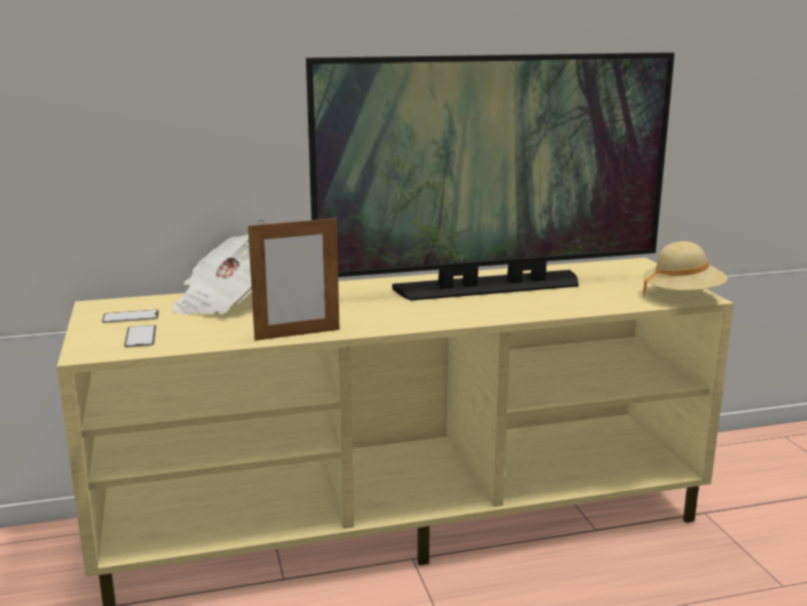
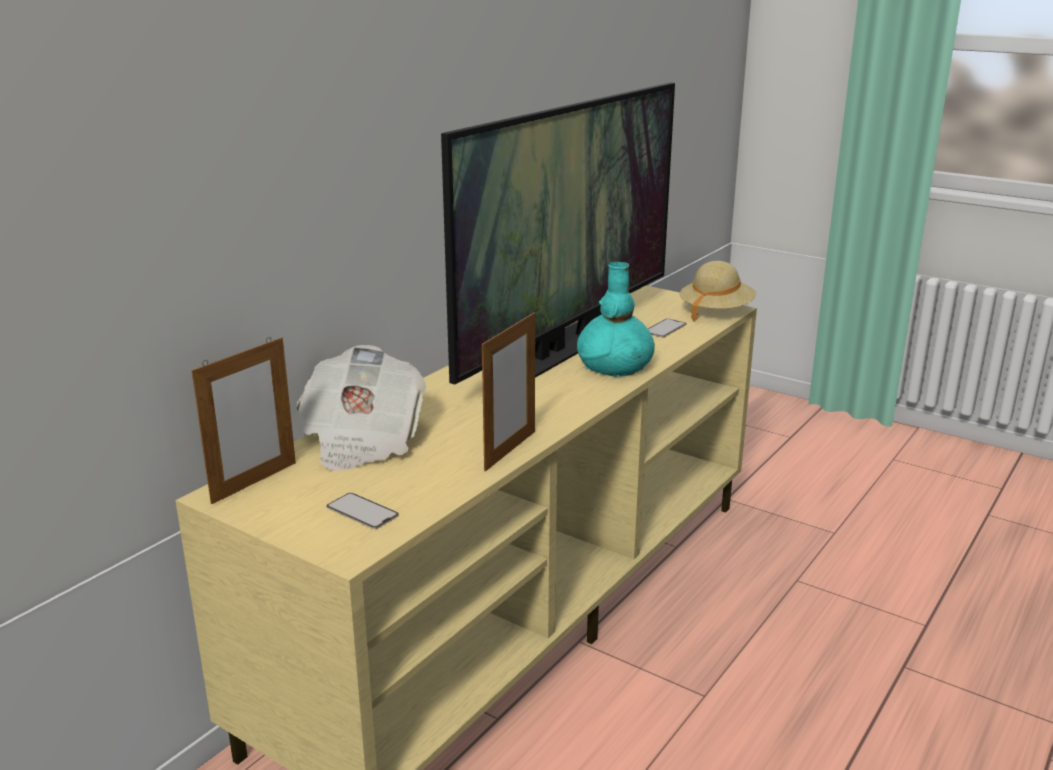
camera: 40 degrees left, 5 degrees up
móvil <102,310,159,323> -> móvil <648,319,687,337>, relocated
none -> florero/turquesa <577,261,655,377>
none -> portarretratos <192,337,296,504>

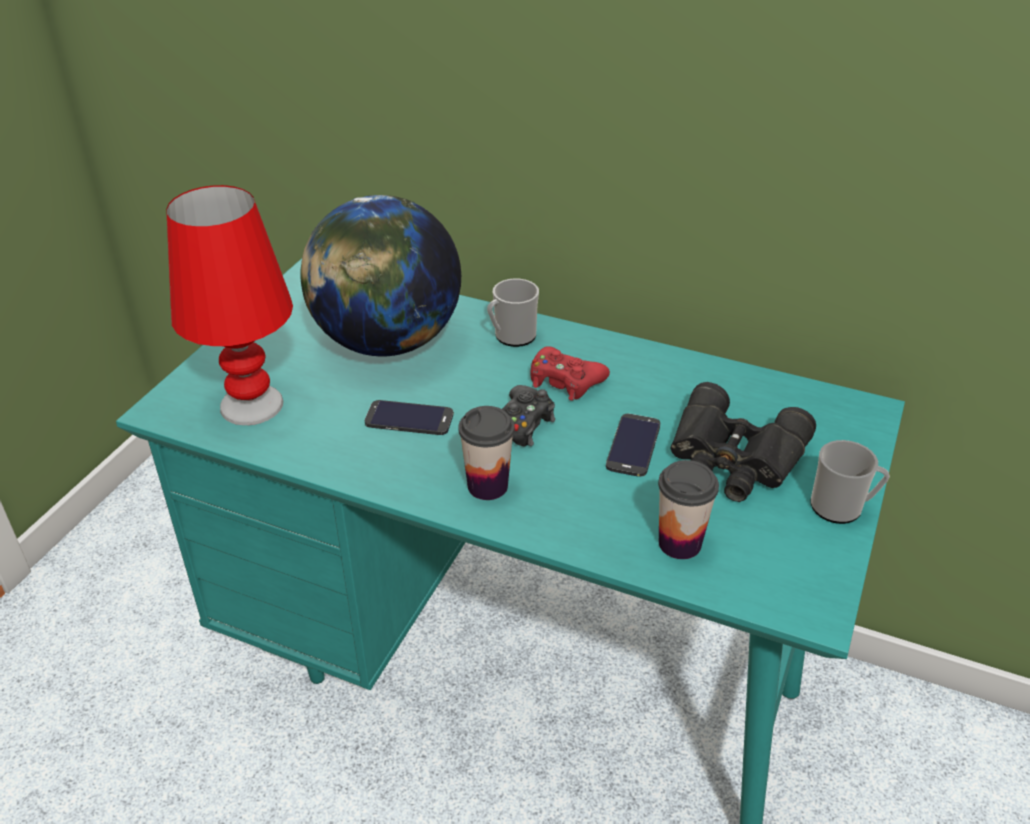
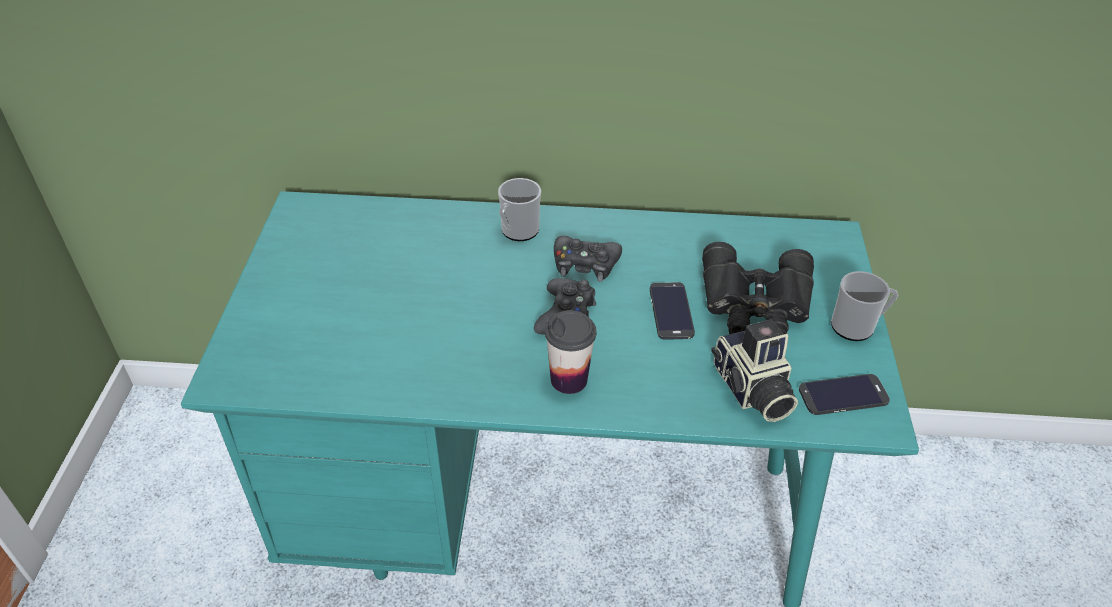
camera: 20 degrees left, 5 degrees up
lámpara de mesa/rojo <166,185,293,425> -> none
globo terráqueo <300,195,461,356> -> none
mando de consola/rojo <530,346,610,401> -> mando de consola/negro <554,236,622,282>
móvil <365,400,454,435> -> móvil <799,374,890,415>, relocated
taza <658,460,719,559> -> cámara <711,319,798,422>

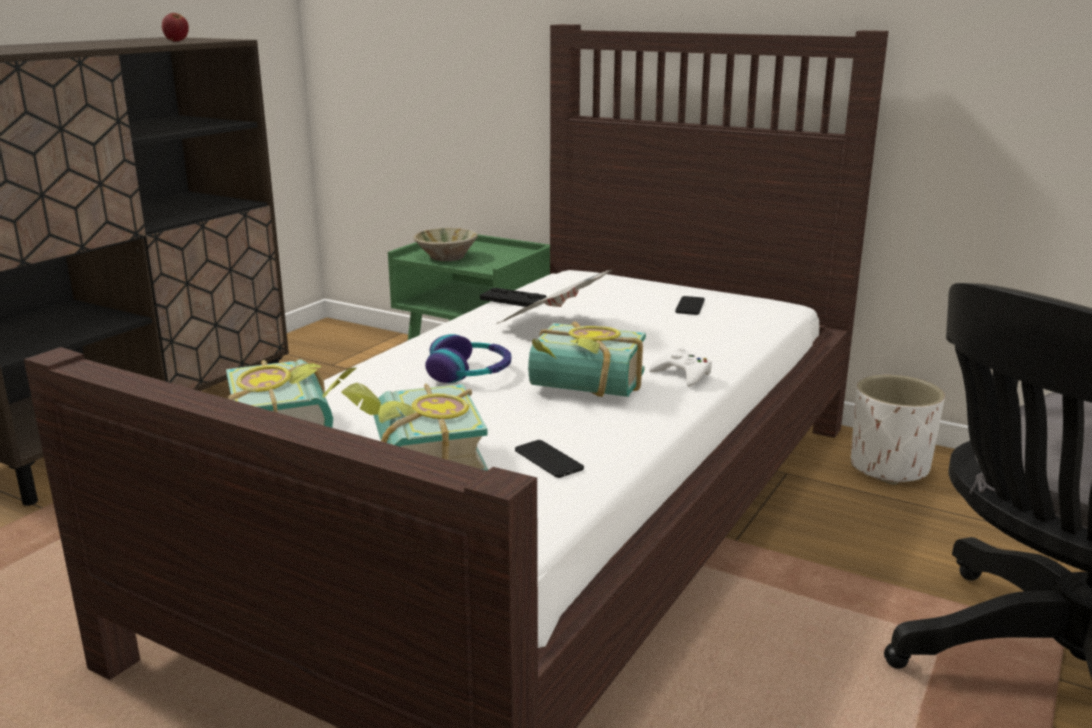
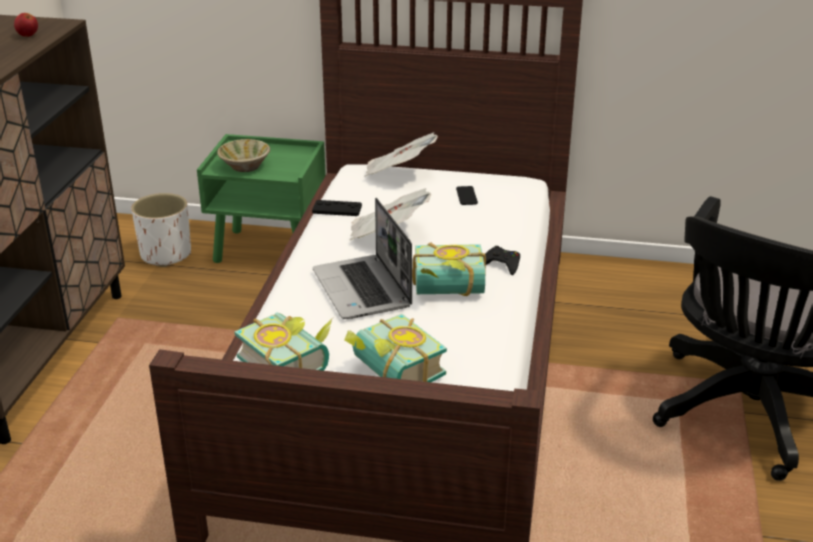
camera: 20 degrees left, 10 degrees up
auriculares <425,334,512,383> -> portátil <313,198,412,319>
mando de consola/blanco <649,348,712,387> -> mando de consola/negro <485,246,520,275>
maceta/blanco <851,375,945,485> -> maceta/blanco <131,193,191,267>, relocated
móvil <515,440,584,478> -> none
none -> periódico <364,133,438,177>

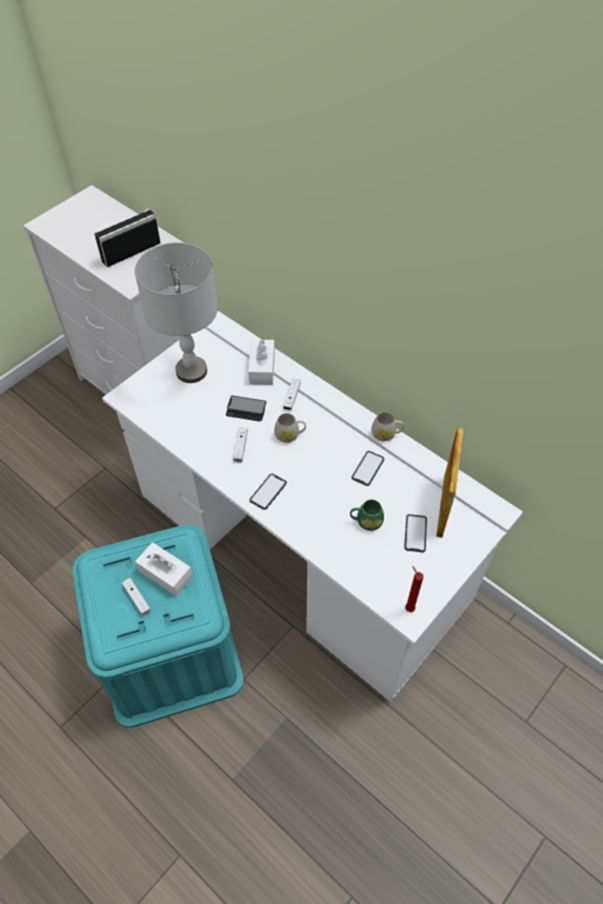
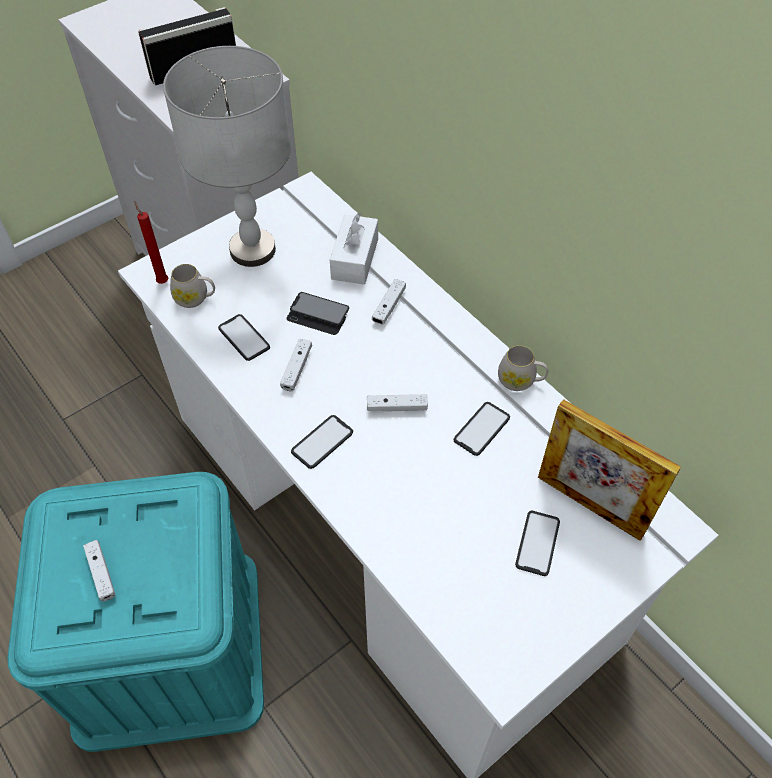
camera: 10 degrees right, 0 degrees up
taza grande/blanco <274,413,306,443> -> taza grande/blanco <170,264,215,308>, relocated
portarretratos <436,427,464,538> -> portarretratos <538,399,681,541>, 105 degrees clockwise
taza grande/verde <350,499,384,531> -> none
caja de pañuelos/blanco <135,542,193,596> -> none
vela/rojo <405,566,423,612> -> vela/rojo <134,201,168,284>, relocated
none -> móvil <218,314,270,361>
none -> mando de consola/blanco <367,394,428,412>

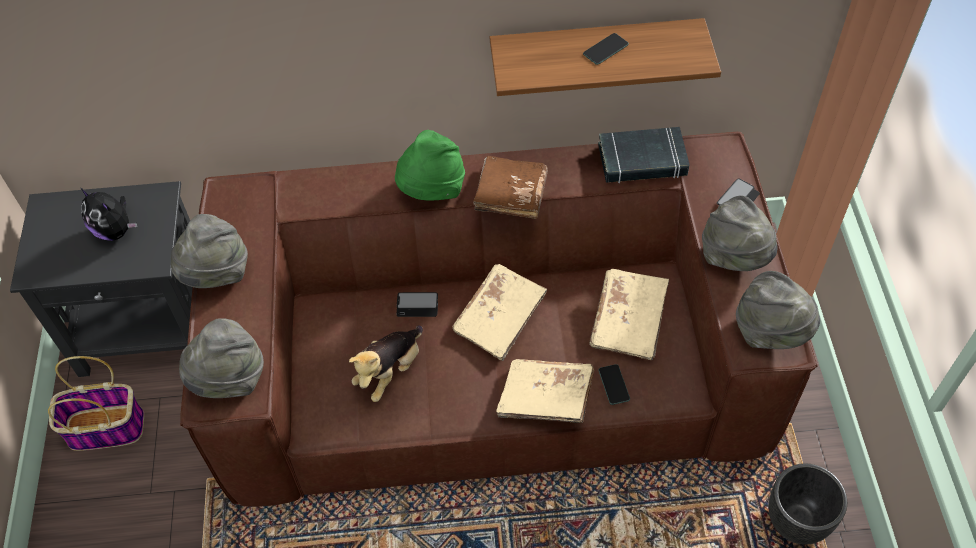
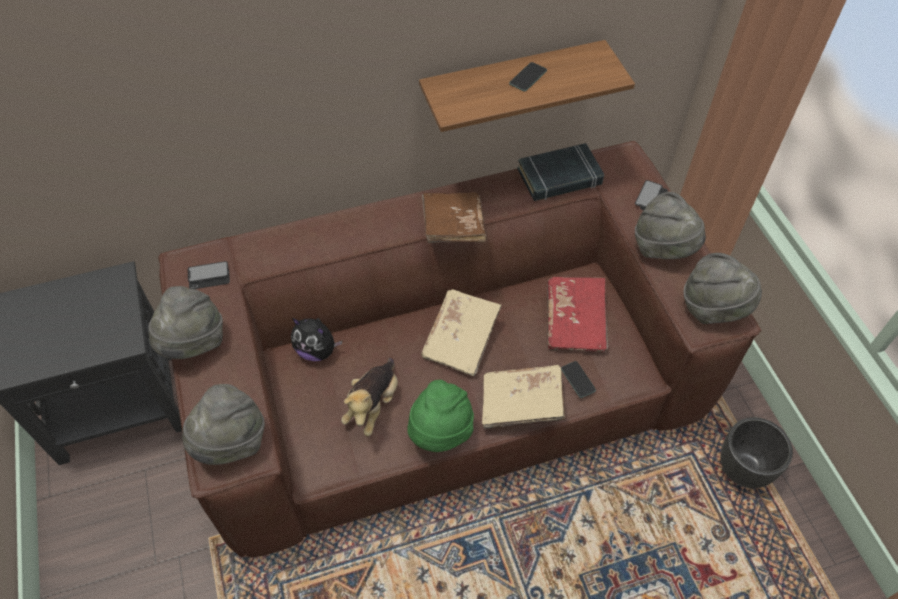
camera: 15 degrees left, 0 degrees up
sombrero/verde <395,130,465,200> -> sombrero/verde <407,380,474,452>, relocated
peluche <79,187,138,241> -> peluche <291,318,342,361>, relocated
libro/beis <589,269,669,360> -> libro/rojo <547,277,608,352>
móvil <397,292,438,317> -> móvil <188,261,230,289>, relocated
cesta <48,356,144,451> -> none

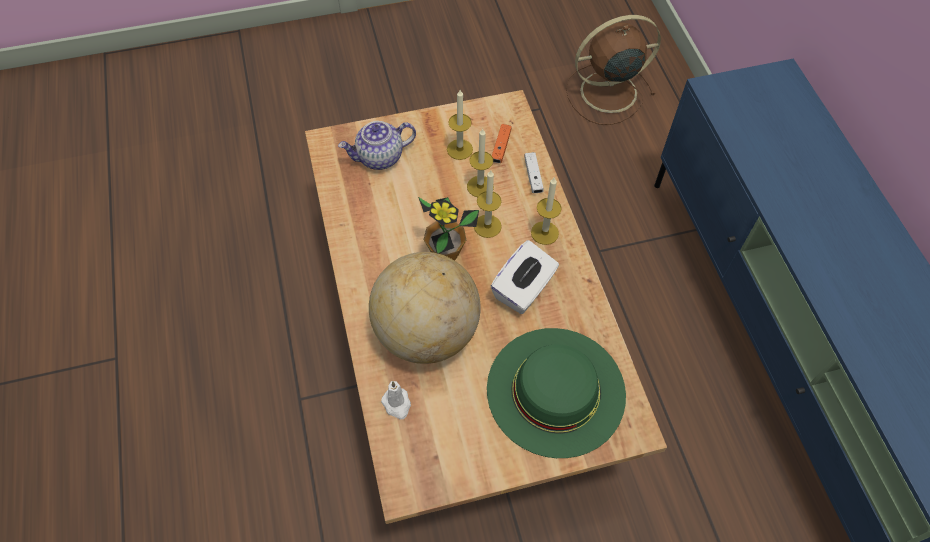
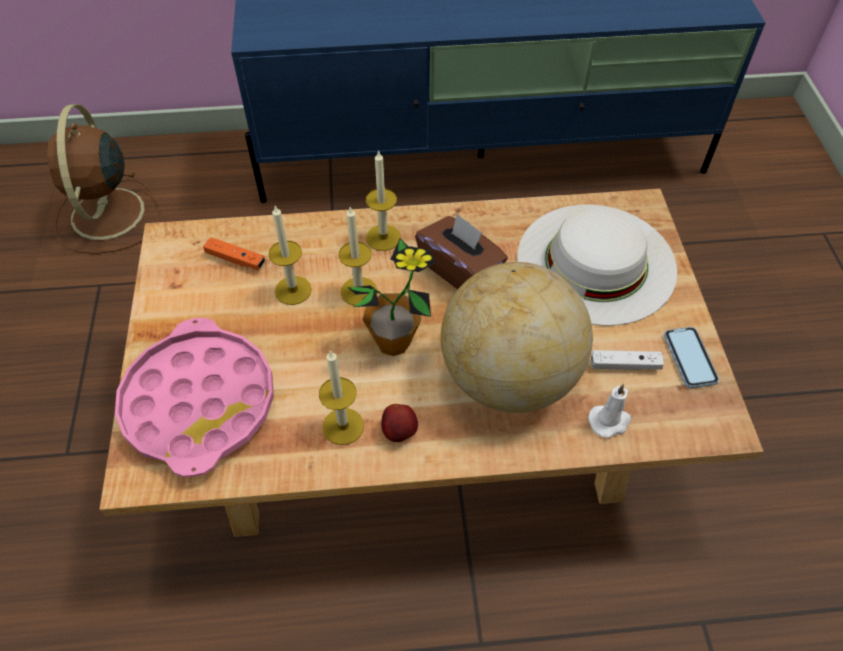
camera: 80 degrees left, 5 degrees down
vela <447,90,473,160> -> vela <319,350,364,445>, relocated
tetera <338,121,416,170> -> bandeja/rosa <115,318,274,477>
mando de consola/blanco <524,152,544,193> -> mando de consola/blanco <591,350,664,370>, relocated
caja de pañuelos/blanco <491,240,559,314> -> caja de pañuelos/marrón <415,213,508,289>
sombrero/verde <487,328,626,458> -> sombrero/blanco <517,205,677,326>
none -> móvil <664,327,719,388>
none -> manzana <381,404,418,442>

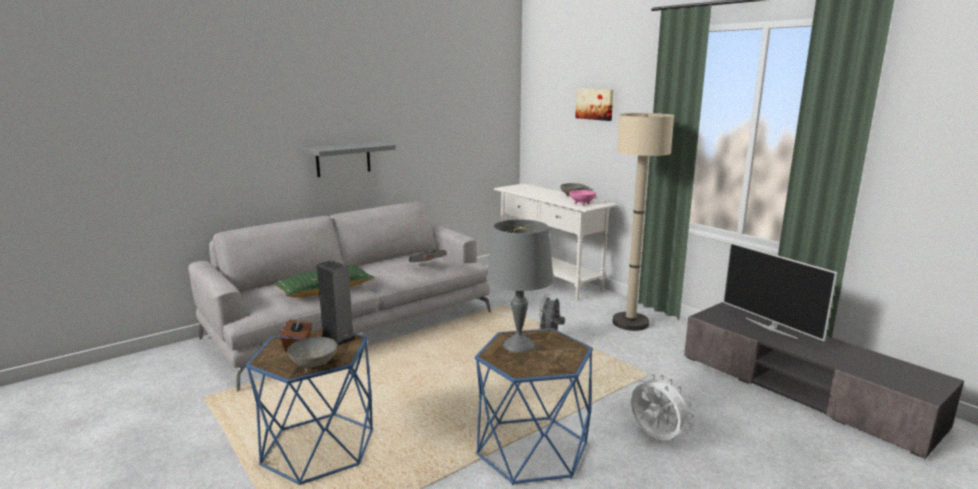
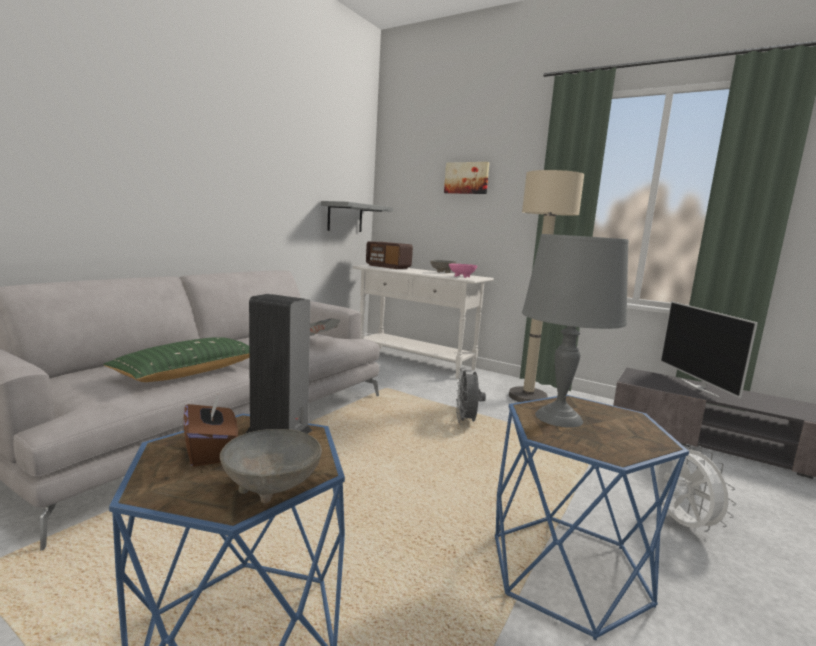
camera: 20 degrees left, 5 degrees down
estante/gris <304,142,396,177> -> estante/gris <321,201,393,232>, relocated
televisor <723,242,837,341> -> televisor <660,301,758,398>, 45 degrees clockwise
ventilador/blanco <631,374,694,440> -> ventilador/blanco <655,444,737,532>, 45 degrees clockwise
none -> radio <366,241,413,269>

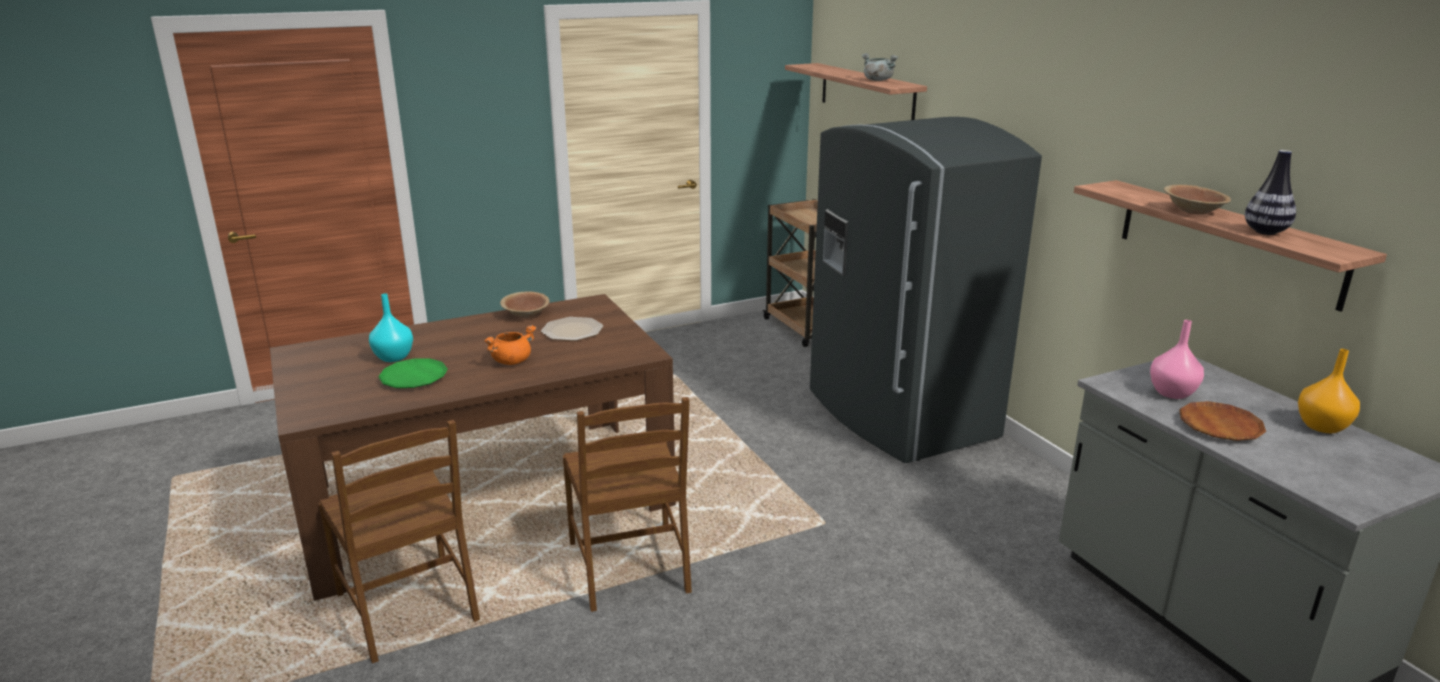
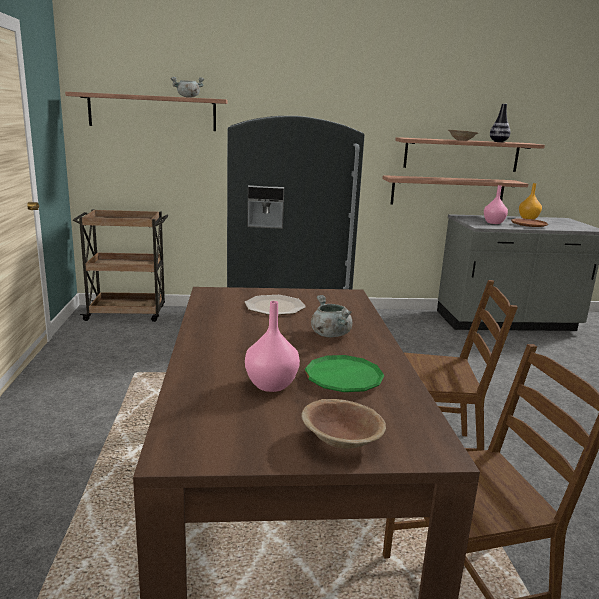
camera: 70 degrees left, 5 degrees down
cuenco/marrón <500,292,549,318> -> cuenco/marrón <301,399,386,449>, relocated
florero/turquesa <369,294,413,362> -> florero/rosa <245,301,300,392>
olla/naranja <484,325,536,365> -> olla/gris <311,295,353,337>
none -> estante <382,175,528,205>

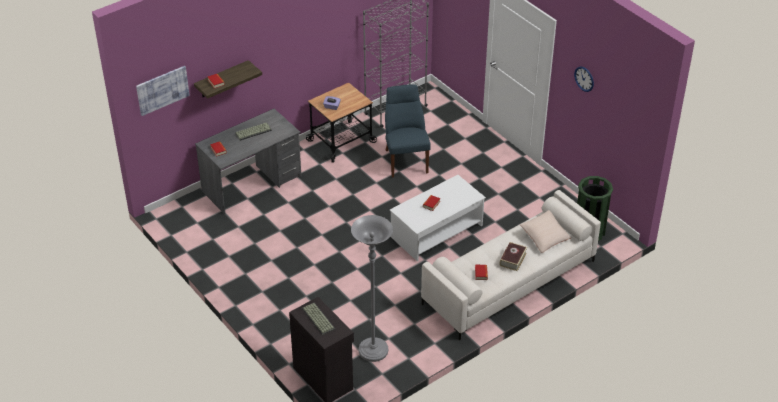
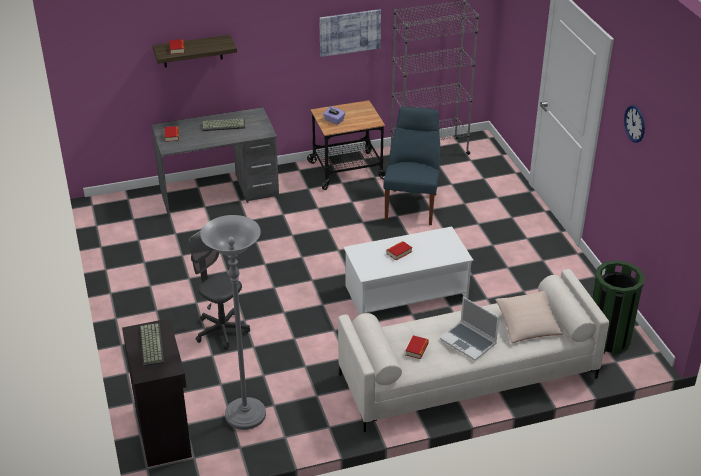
camera: 20 degrees right, 5 degrees down
cuadro <136,66,190,116> -> cuadro <319,9,381,57>, relocated
libro <500,242,527,271> -> portátil <440,297,499,361>
none -> silla de oficina/gris <189,229,250,350>

